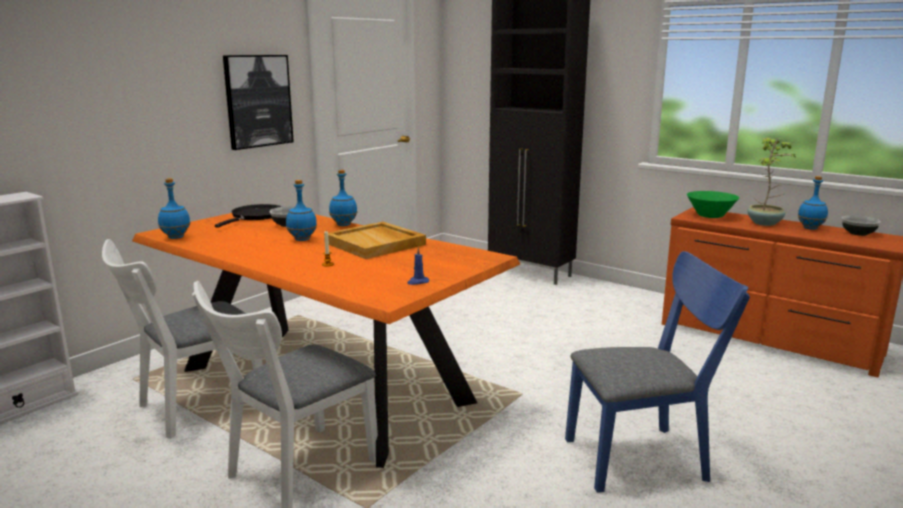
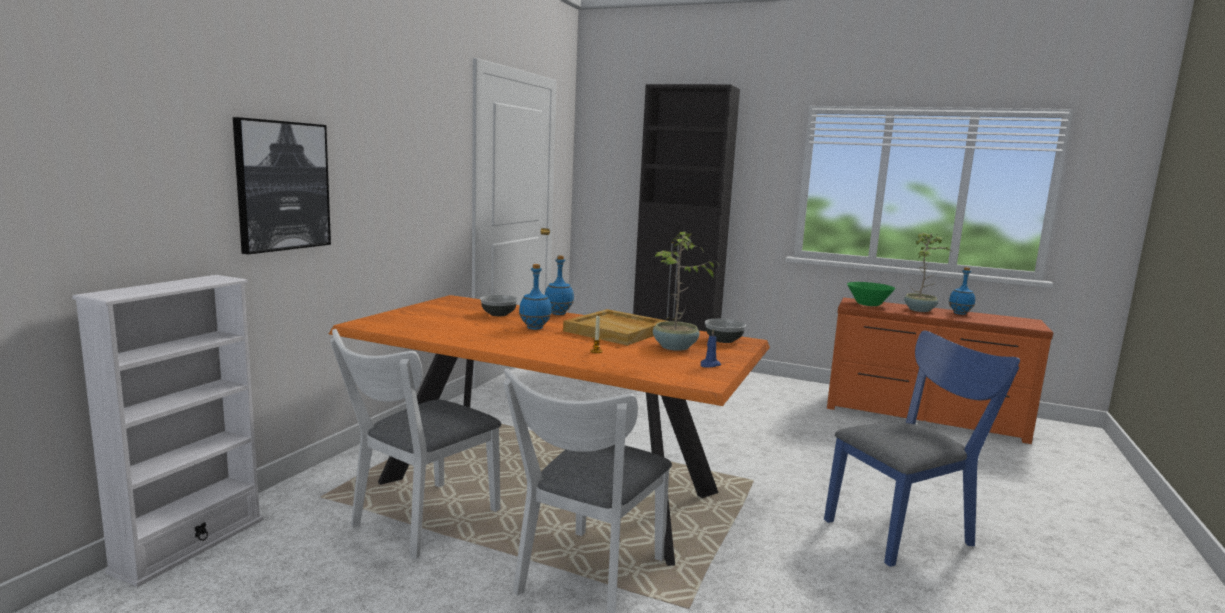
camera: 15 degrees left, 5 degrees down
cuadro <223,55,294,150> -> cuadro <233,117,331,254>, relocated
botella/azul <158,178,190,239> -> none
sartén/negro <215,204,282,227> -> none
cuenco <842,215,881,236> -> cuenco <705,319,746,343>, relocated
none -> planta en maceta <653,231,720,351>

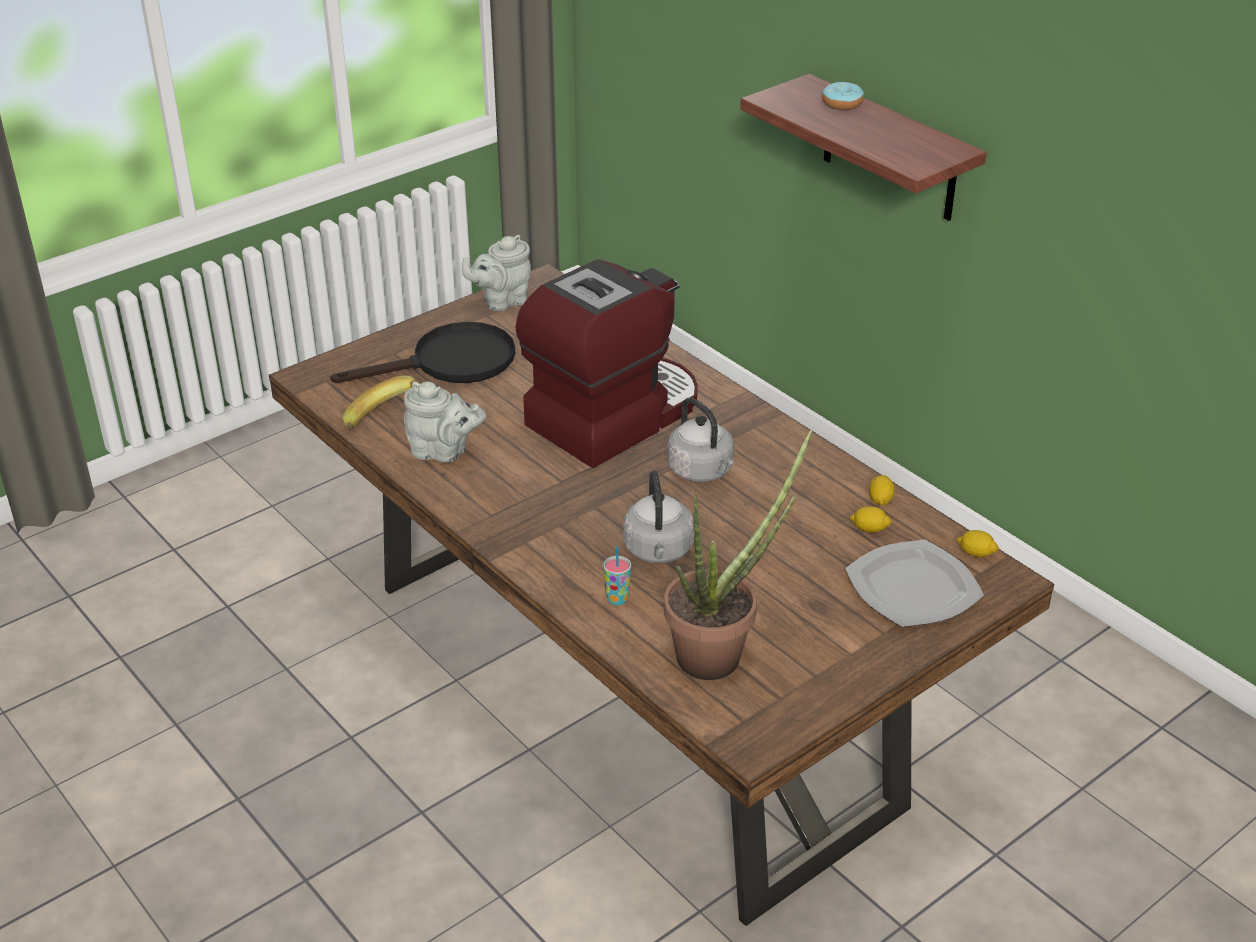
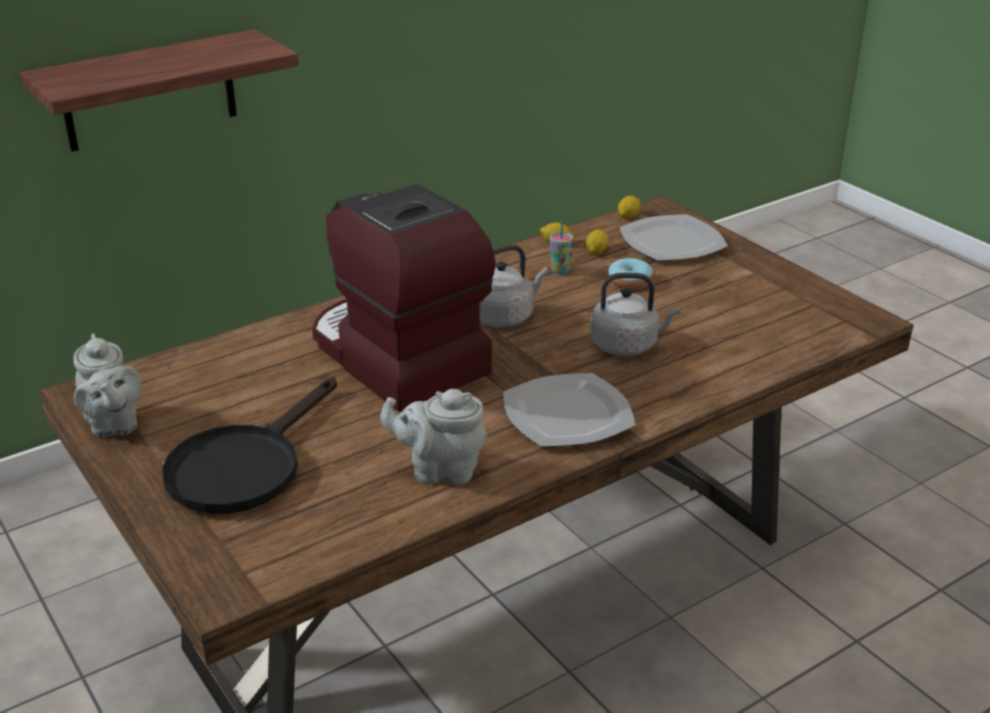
camera: 85 degrees left, 5 degrees down
rosquilla <822,82,864,110> -> rosquilla <608,258,653,289>, relocated
sartén/negro <330,322,515,383> -> sartén/negro <162,377,337,514>, 135 degrees counterclockwise
plátano <343,376,423,429> -> none
tetera/gris <404,382,487,462> -> tetera/gris <380,389,487,485>, 105 degrees counterclockwise
planta en maceta <664,430,812,680> -> none
taza <603,546,631,605> -> taza <550,219,573,274>, relocated
none -> plato <503,373,635,447>

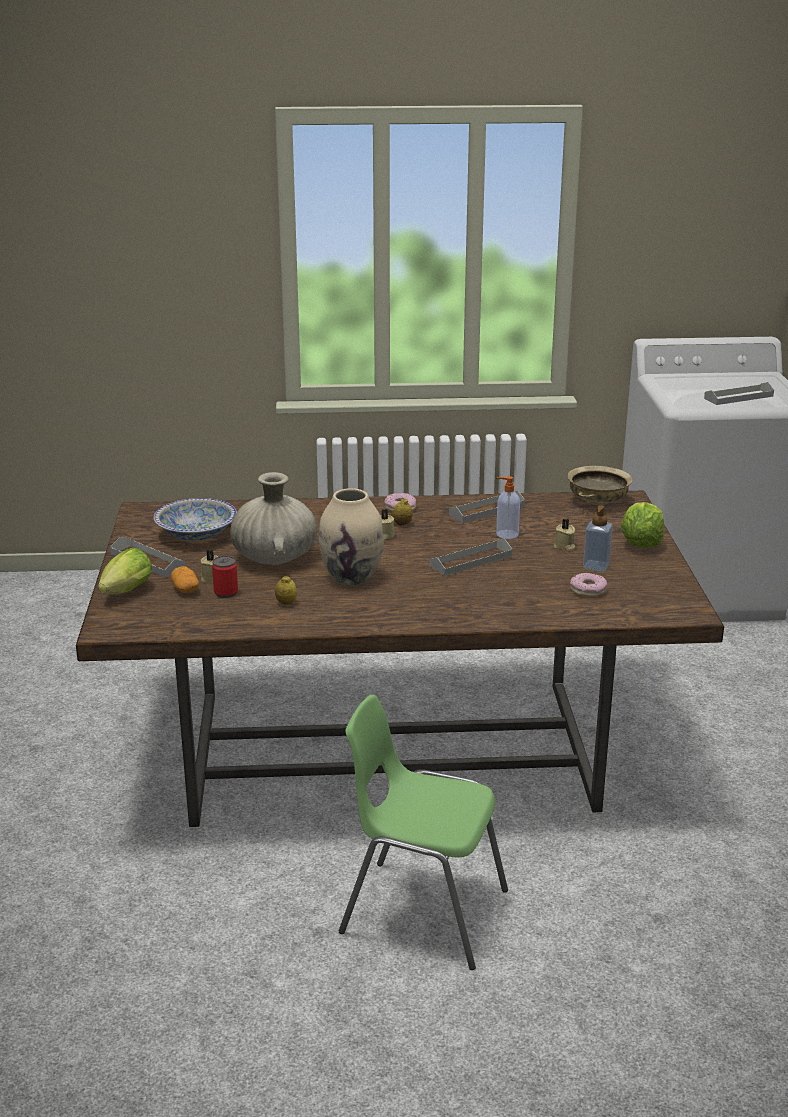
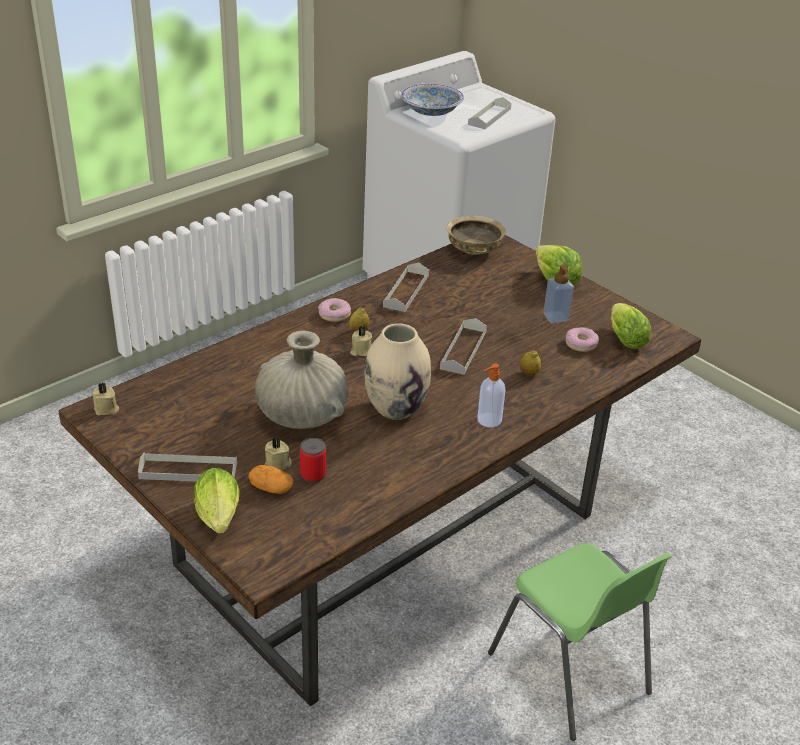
camera: 40 degrees left, 10 degrees up
dispensador de jabón <496,476,520,539> -> dispensador de jabón <477,363,506,427>, relocated
cuenco <154,498,237,541> -> cuenco <401,84,464,116>, relocated
vela/beis <554,519,575,551> -> vela/beis <92,382,119,415>, relocated
limón <275,576,297,605> -> limón <520,351,541,376>, relocated
silla/verde <339,695,508,970> -> silla/verde <488,543,672,741>, 105 degrees counterclockwise
none -> lechuga <611,303,651,349>

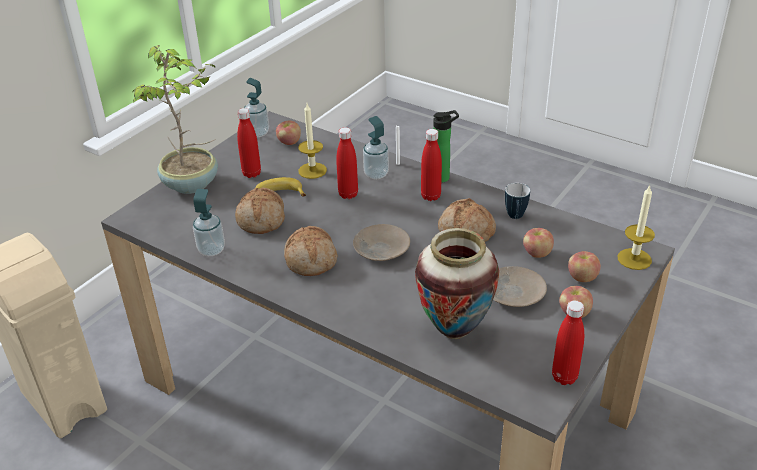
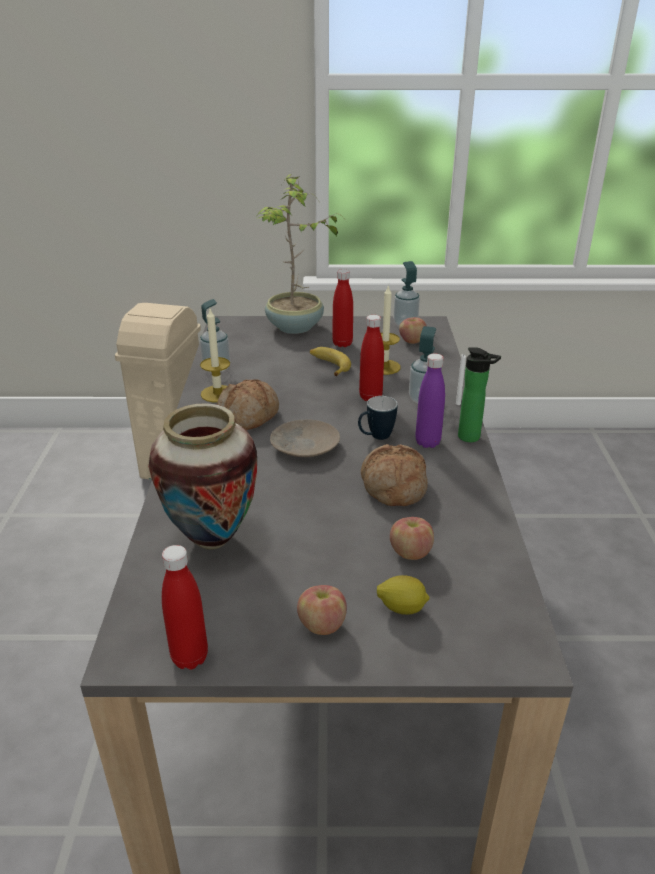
camera: 55 degrees right, 5 degrees down
botella/rojo <421,129,442,201> -> botella/morado <415,353,445,448>
taza grande <505,183,530,219> -> taza grande <358,396,397,440>, relocated
vela <618,185,655,270> -> vela <200,309,230,402>, relocated
pan <235,187,285,234> -> none
manzana <568,251,601,282> -> limón <377,575,430,615>
plato/beis <493,266,547,307> -> none

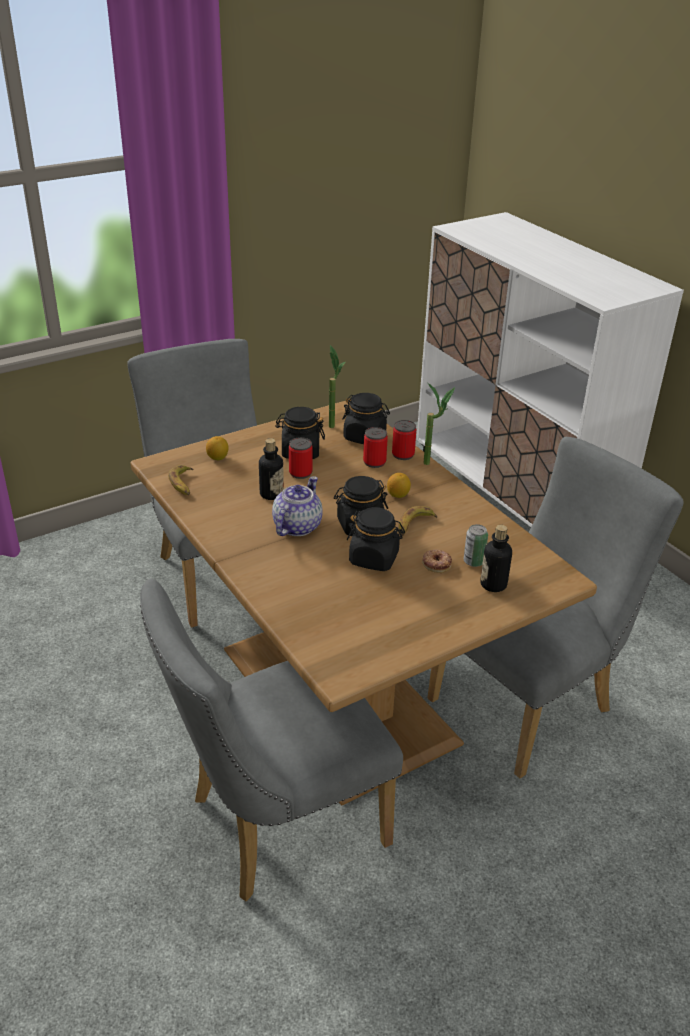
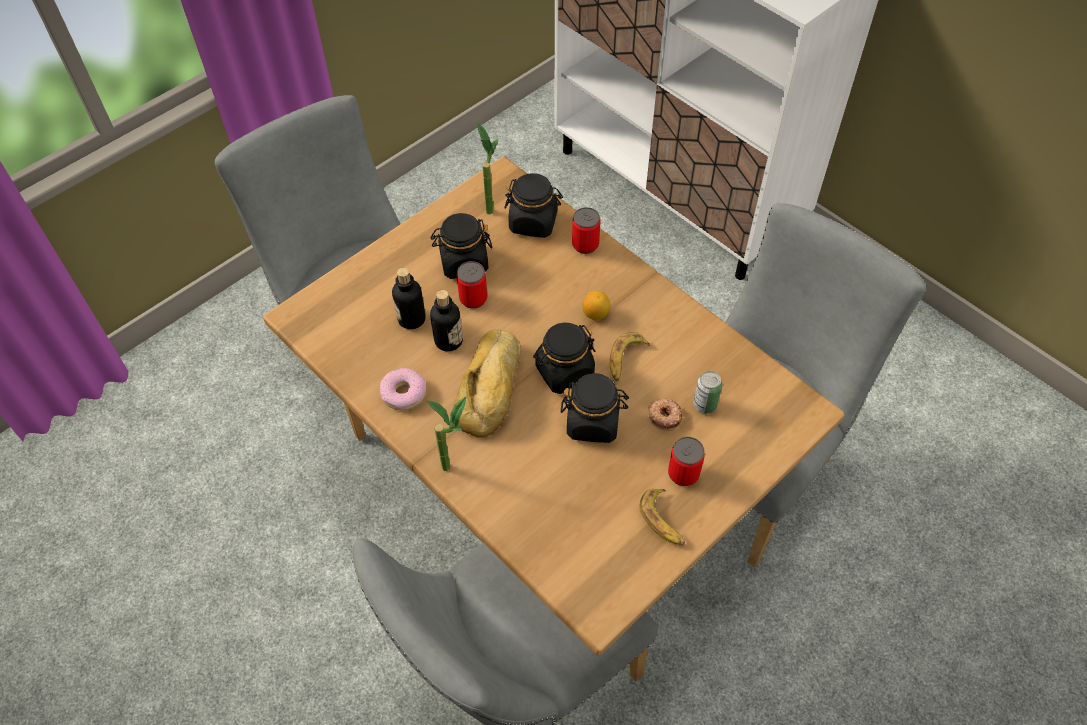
camera: 10 degrees left, 20 degrees up
planta en maceta <423,383,455,465> -> planta en maceta <426,396,467,471>, relocated
lata <363,427,388,468> -> lata <668,437,705,486>, relocated
limón <206,436,229,460> -> none
plátano <168,465,194,495> -> plátano <640,489,685,545>, relocated
tetera <272,476,323,536> -> pan <452,329,521,437>
botella <480,525,512,592> -> botella <392,268,426,329>, relocated
none -> rosquilla <380,368,426,410>

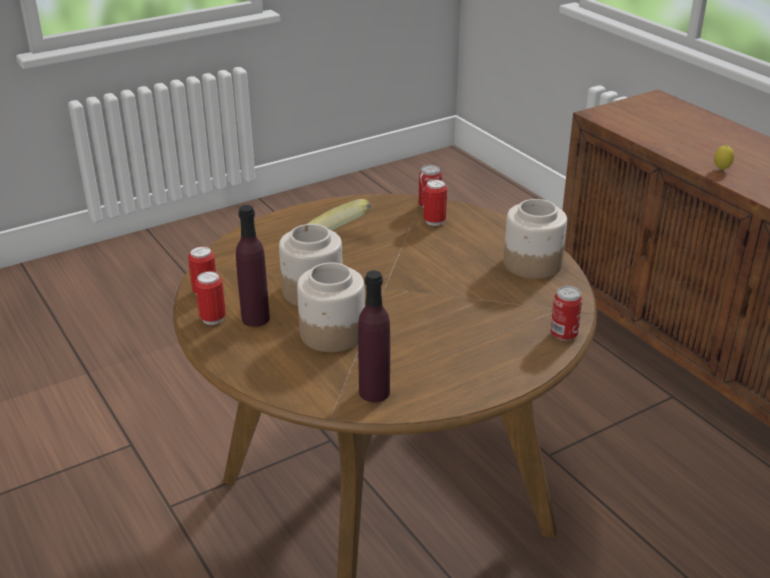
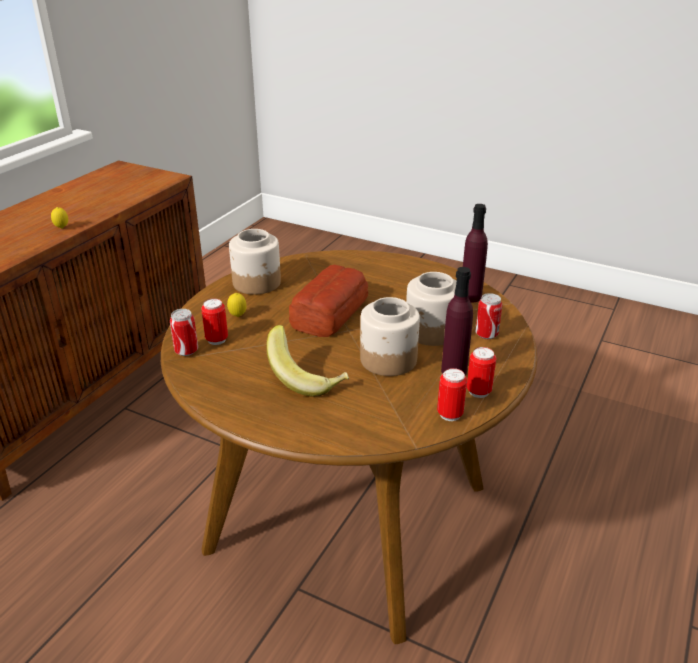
camera: 120 degrees left, 0 degrees up
lata <550,286,582,341> -> lata <476,293,502,339>, relocated
none -> pan <289,265,368,337>
none -> limón <227,293,247,317>

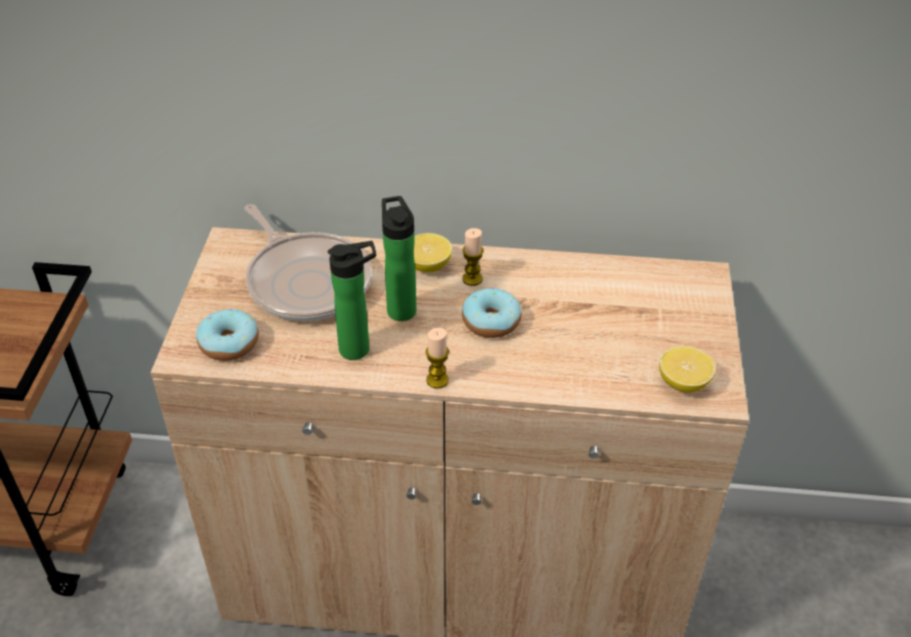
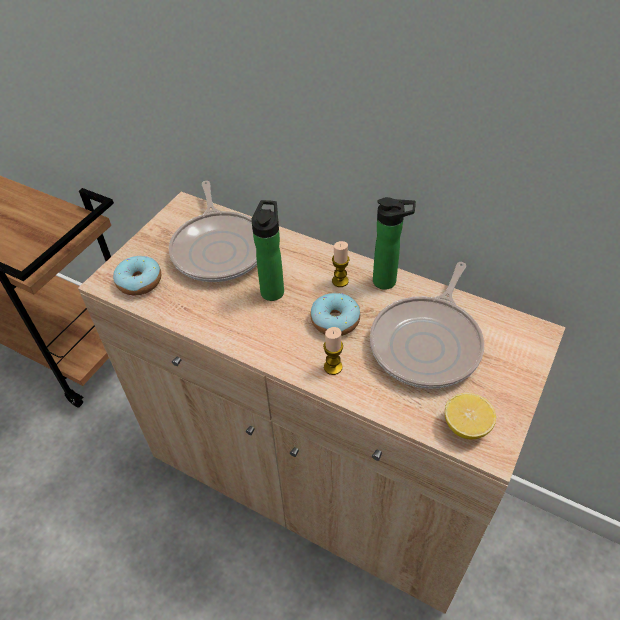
camera: 25 degrees right, 5 degrees up
limón <413,233,452,272> -> none
botella <328,241,376,360> -> botella <373,197,416,290>, relocated
vela <426,328,449,389> -> vela <323,327,343,375>, relocated
none -> sartén <370,262,484,389>

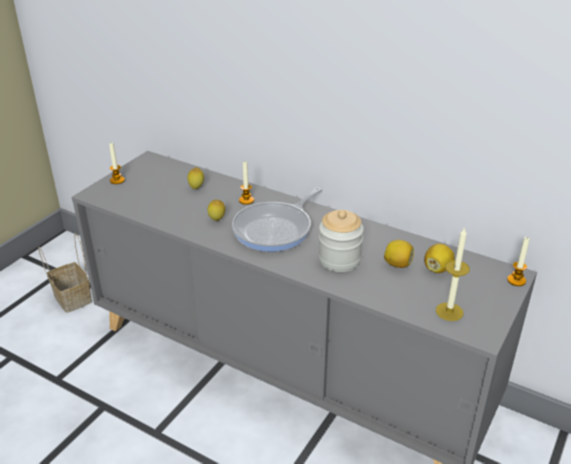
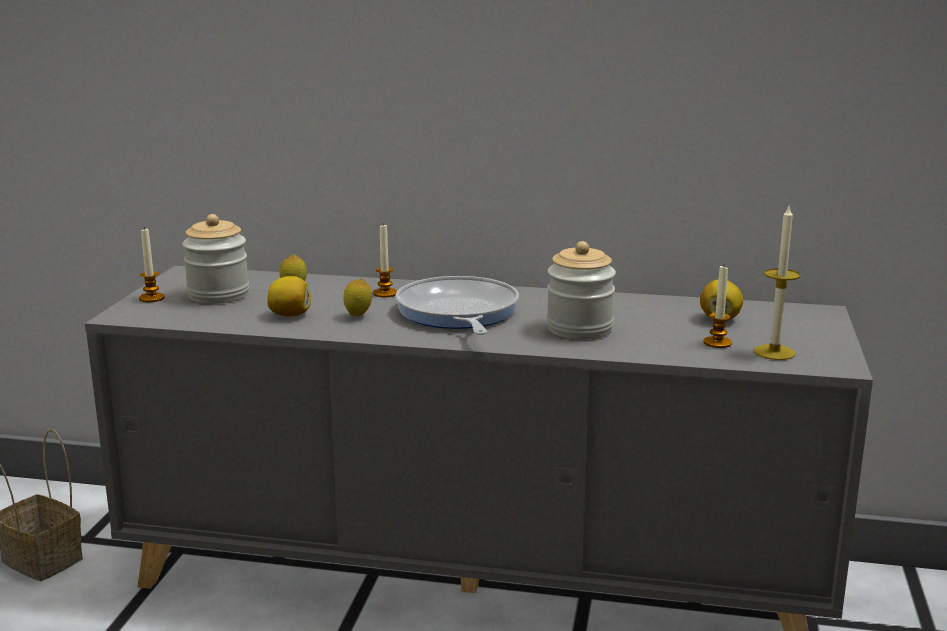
camera: 20 degrees left, 15 degrees down
sartén <232,187,321,252> -> sartén <396,276,519,335>, 150 degrees clockwise
vela <507,237,529,286> -> vela <704,266,732,348>, relocated
limón <384,240,414,268> -> limón <267,276,311,317>, relocated
none -> tarro <182,214,249,304>

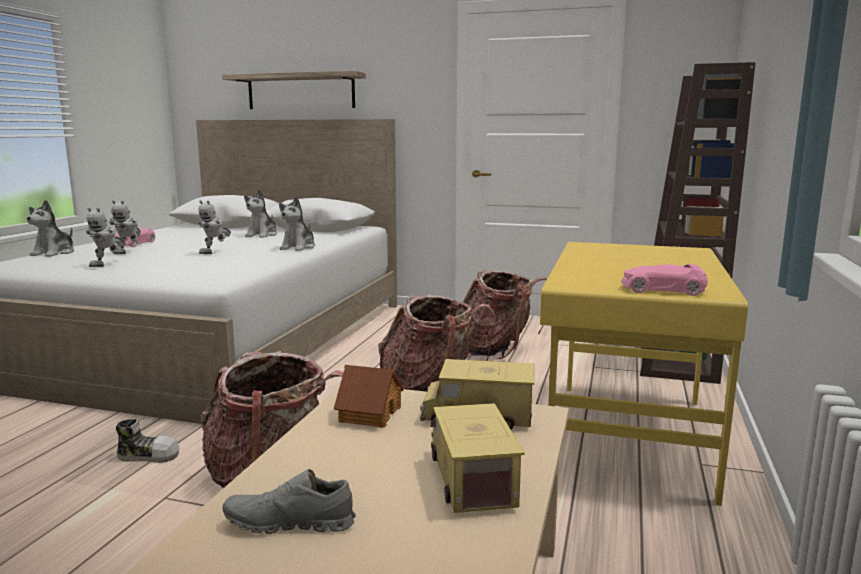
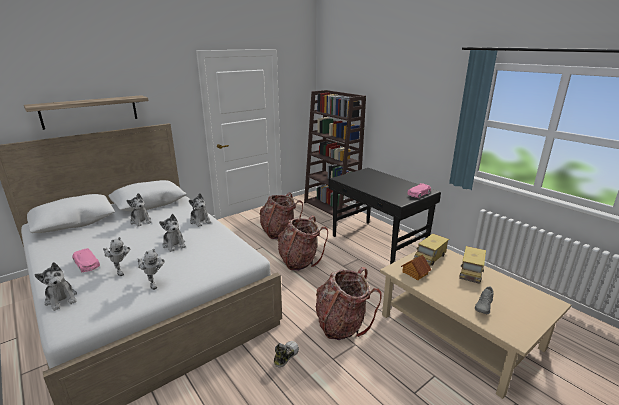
camera: 55 degrees left, 10 degrees up
robot de juguete <198,200,231,254> -> peluche <159,214,186,252>
escritorio/amarillo <540,242,748,506> -> escritorio/negro <328,168,441,264>
camión de juguete <431,403,525,513> -> camión de juguete <459,246,486,284>, 90 degrees counterclockwise

